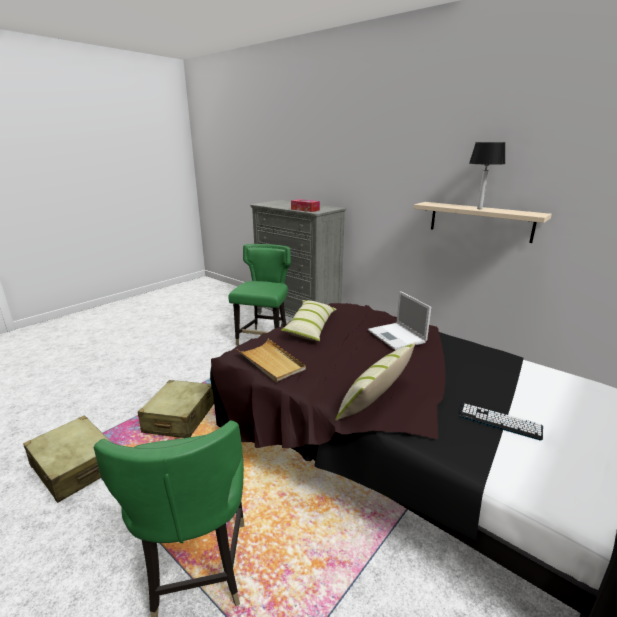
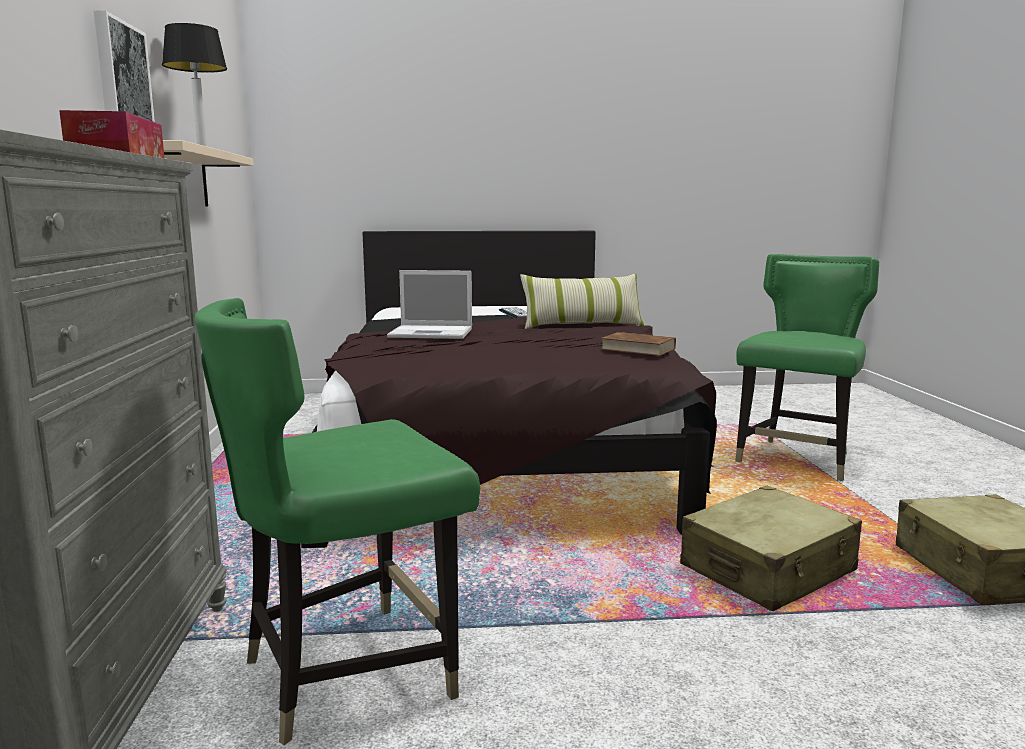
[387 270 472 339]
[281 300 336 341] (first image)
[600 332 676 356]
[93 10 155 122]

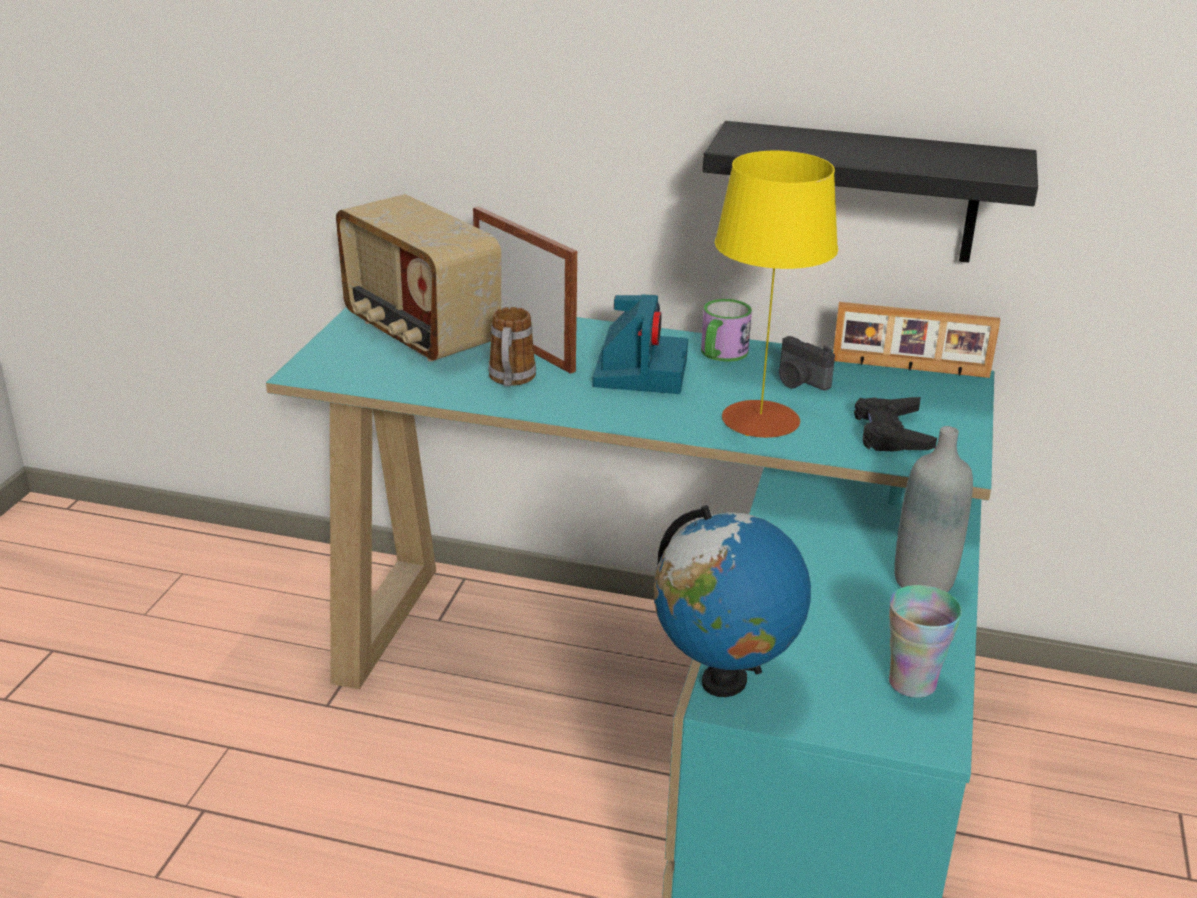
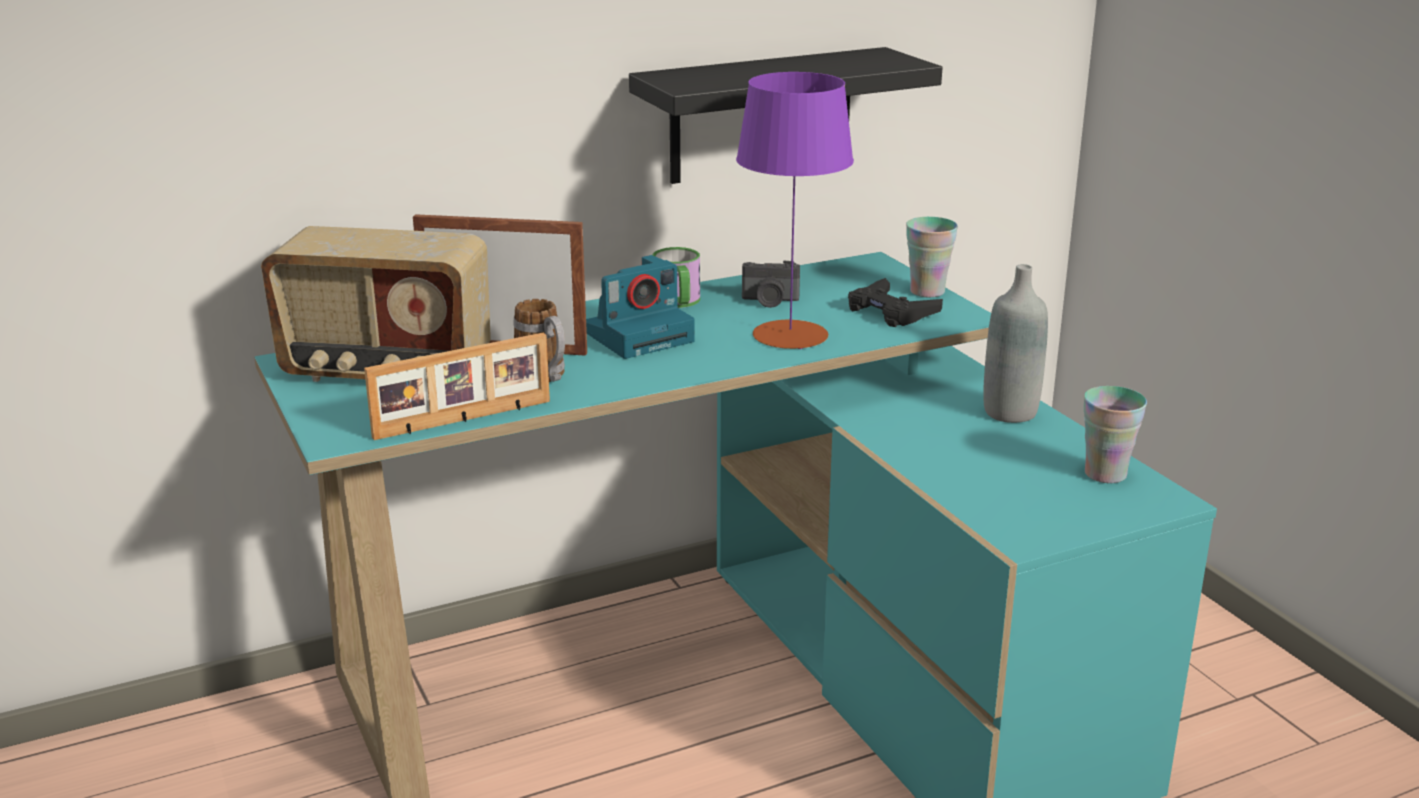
[736 72 854 349]
[586 255 695 359]
[364 332 550 440]
[654 505 811 697] (first image)
[906 217 958 297]

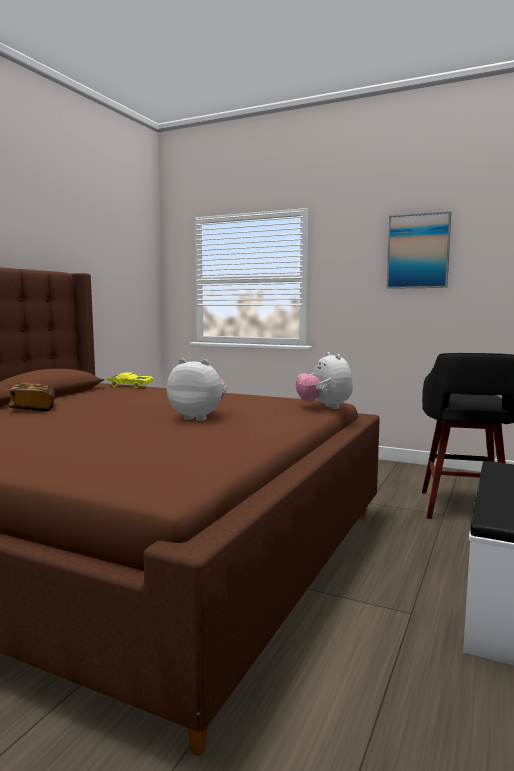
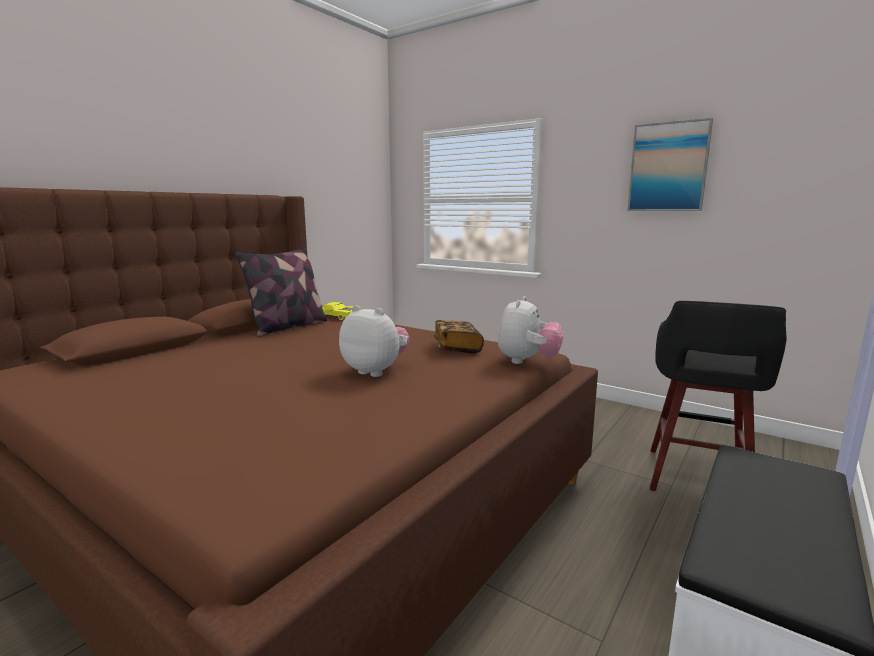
[498 296 563 364]
[434 320 484 353]
[235 248 328 337]

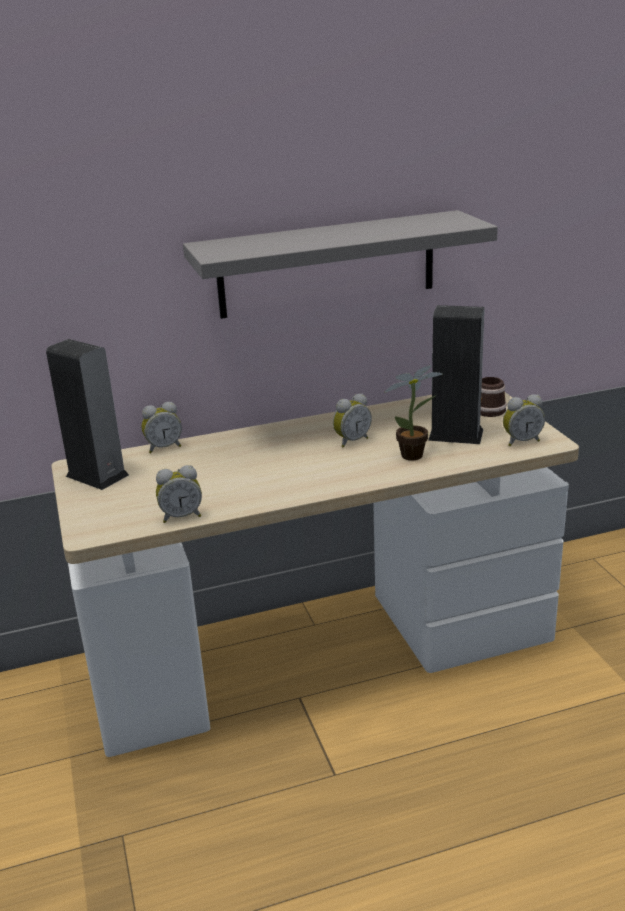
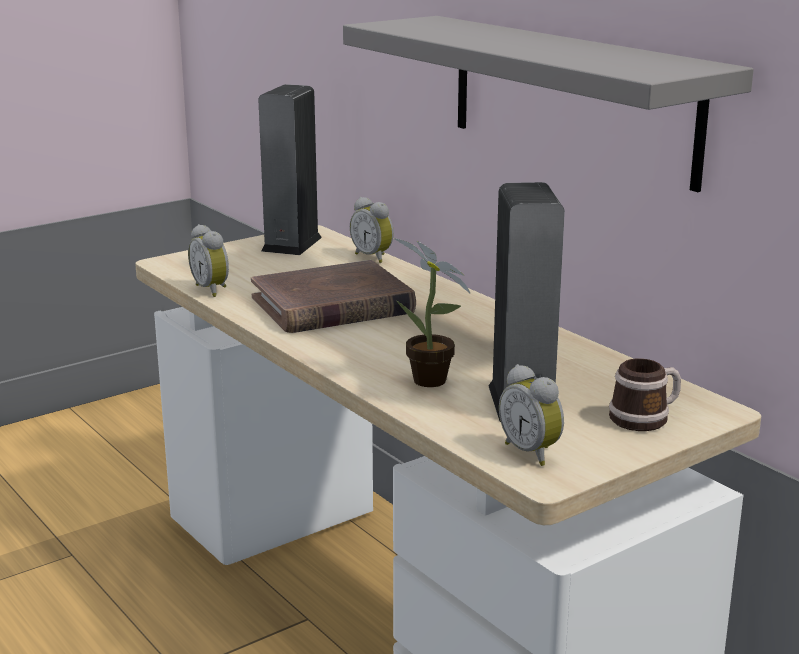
[333 393 372 448] (first image)
[251 260 416 333]

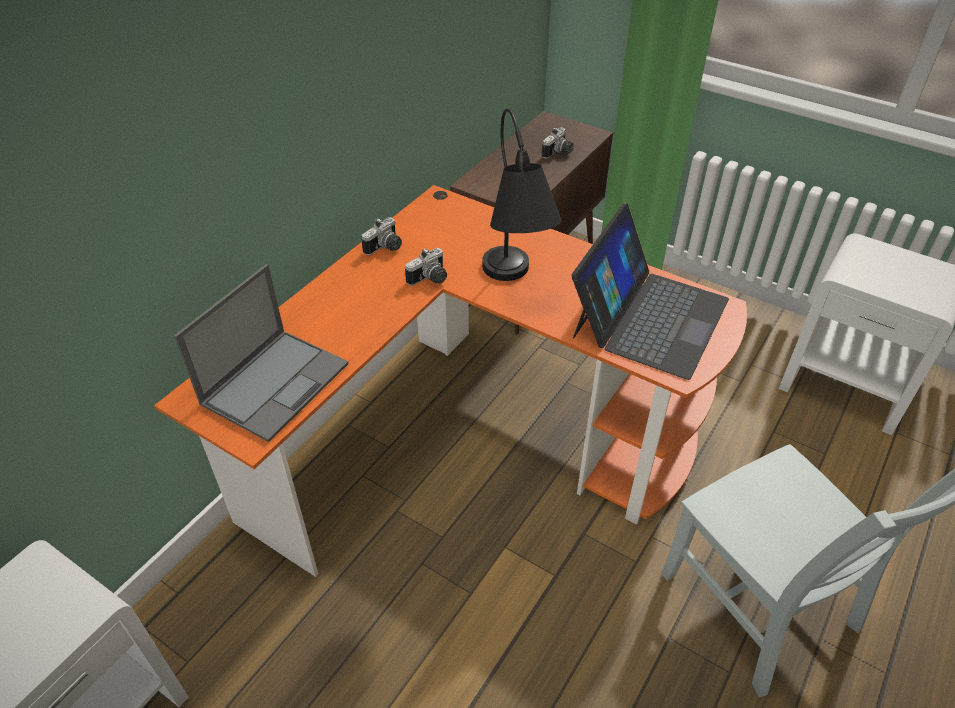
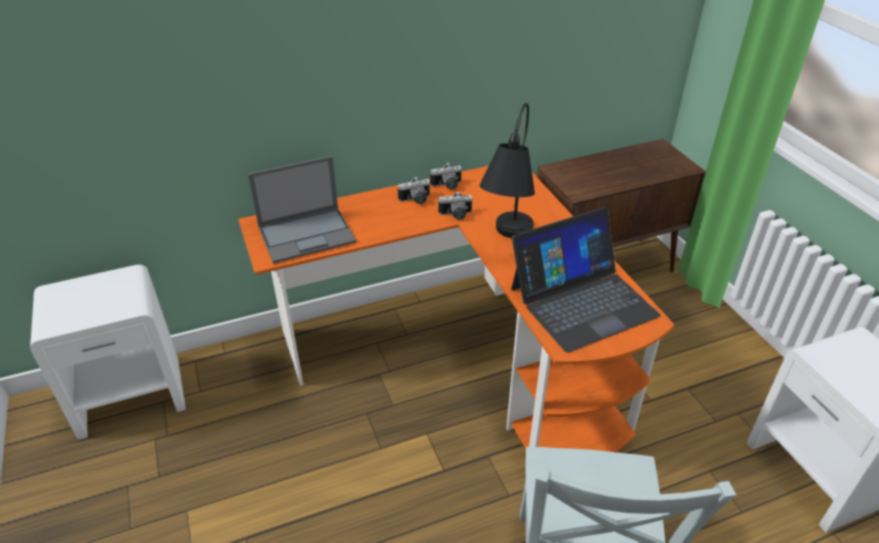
[398 177 430 204]

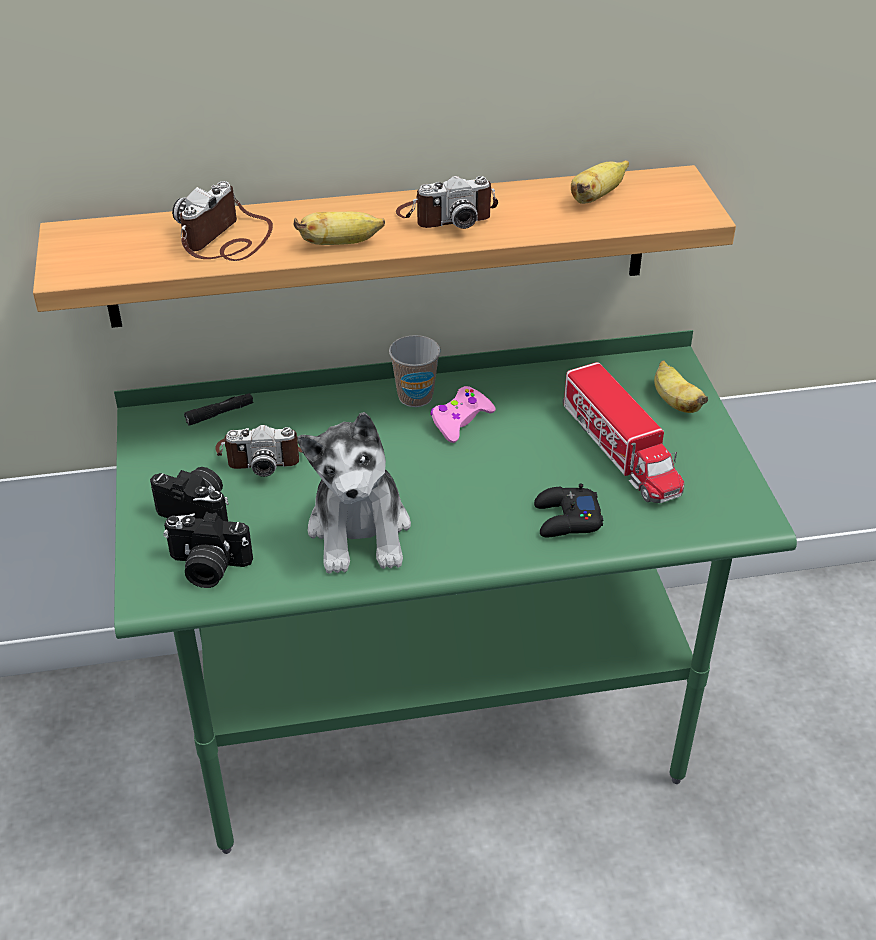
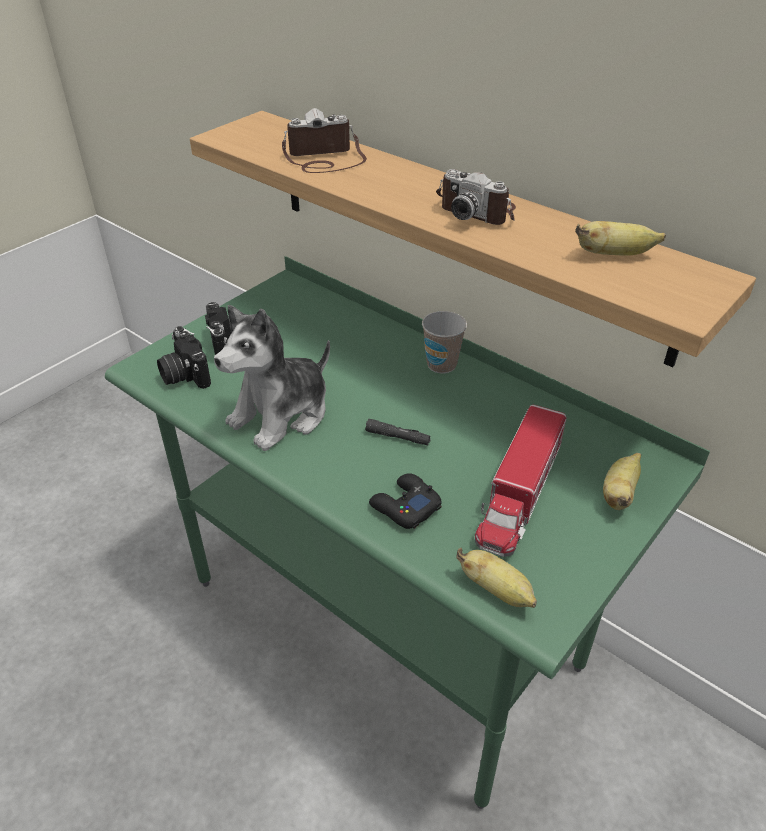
[456 548 537 608]
[430 386 496 443] (first image)
[365 419 431 445]
[216 425 303 477] (first image)

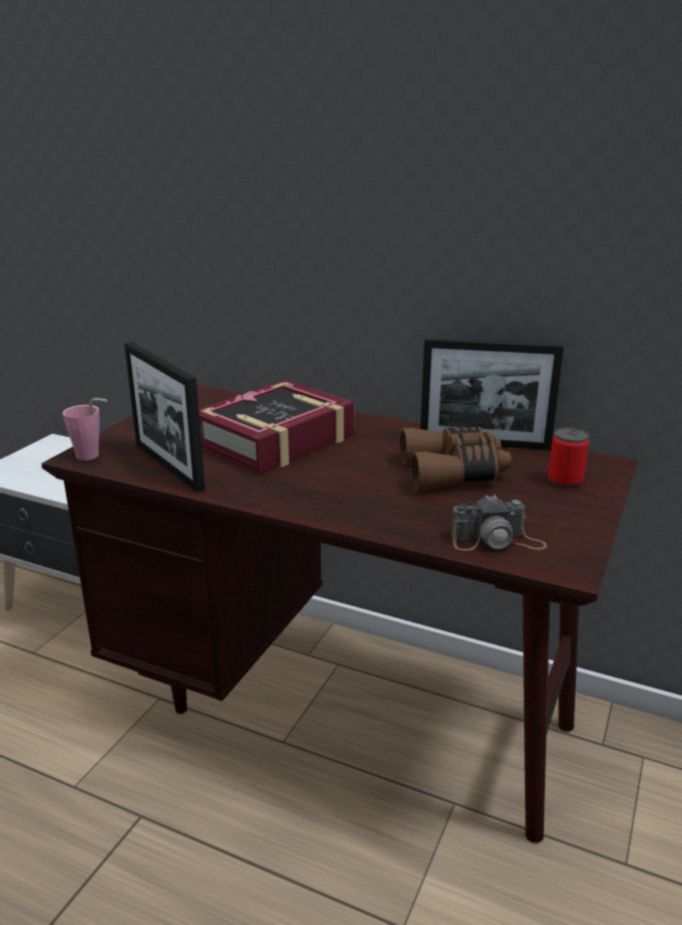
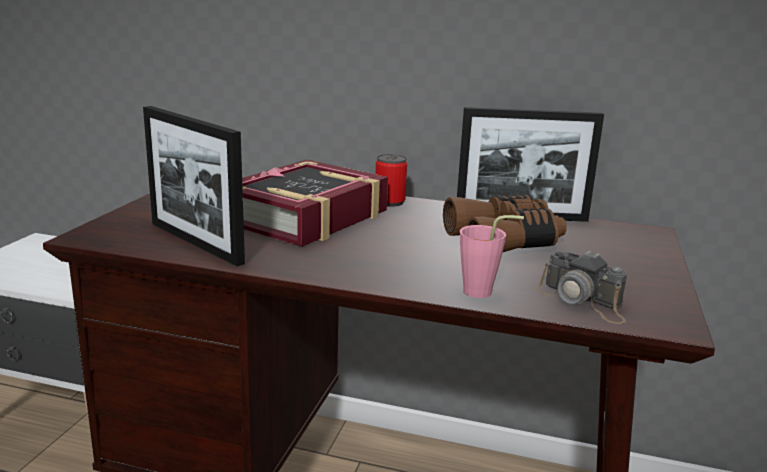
[460 215 524 298]
[375 154 407 207]
[536 251 627 324]

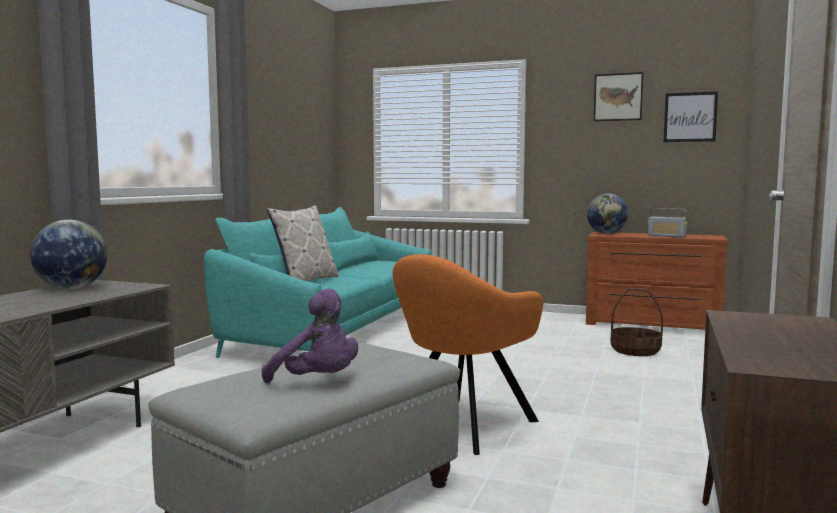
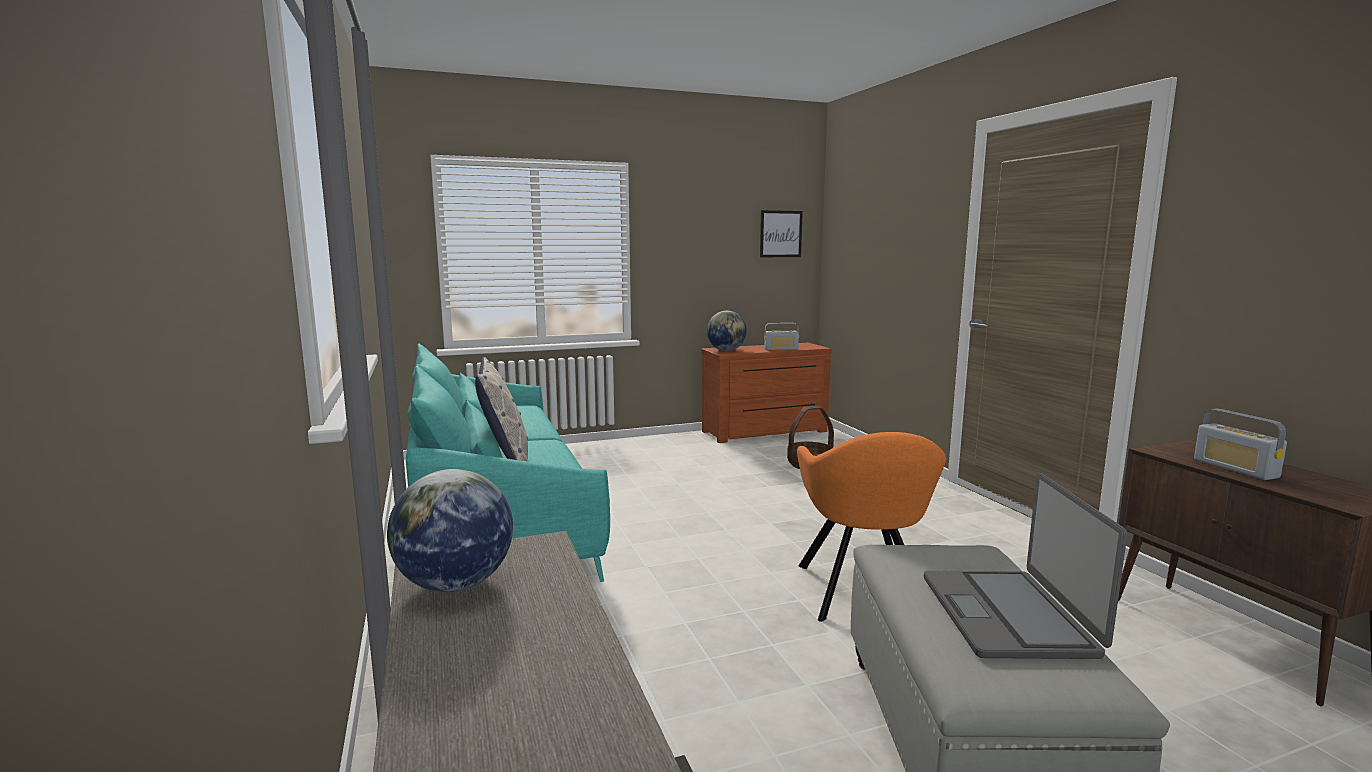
[594 72 643 121] (first image)
[924 473 1127 659]
[1194 409 1287 480]

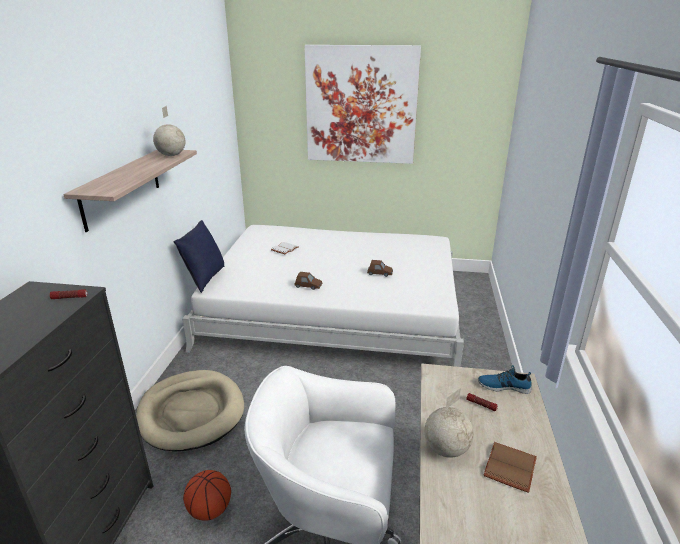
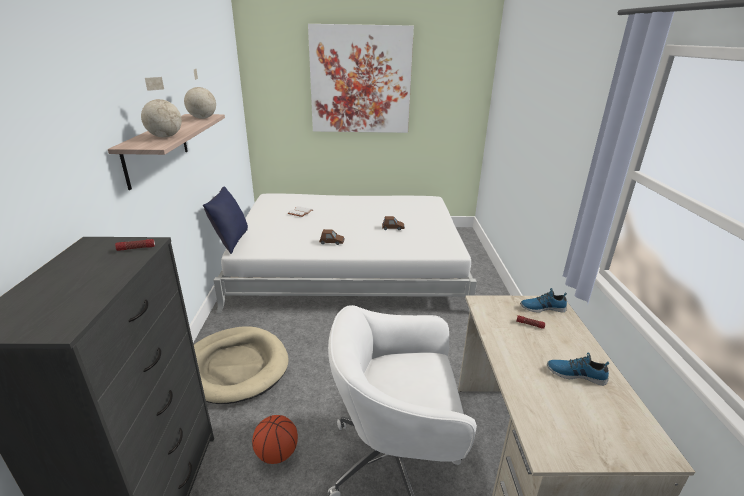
[141 77 182 138]
[547 352 609 386]

